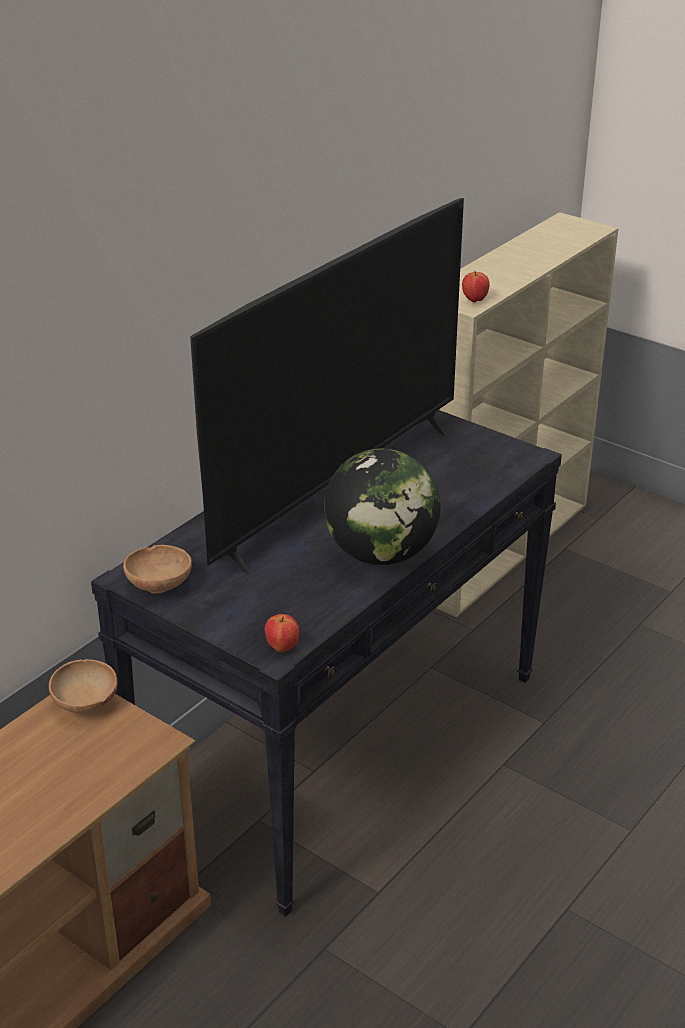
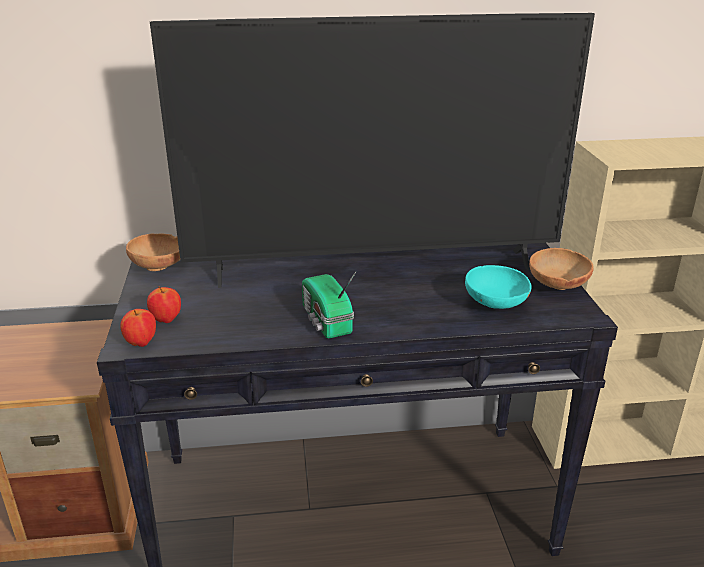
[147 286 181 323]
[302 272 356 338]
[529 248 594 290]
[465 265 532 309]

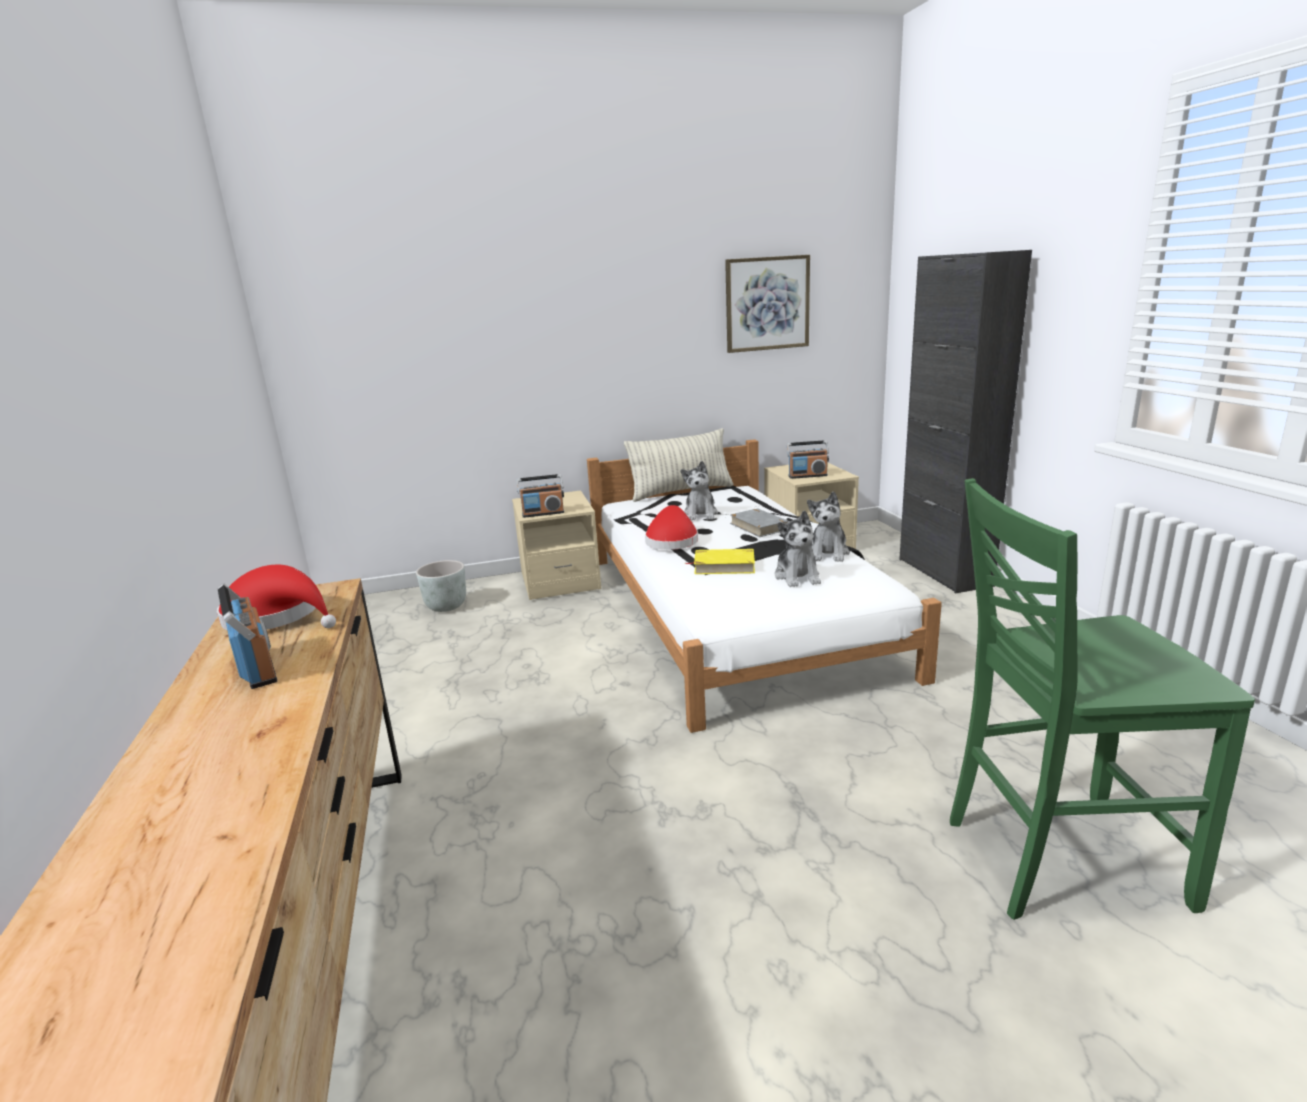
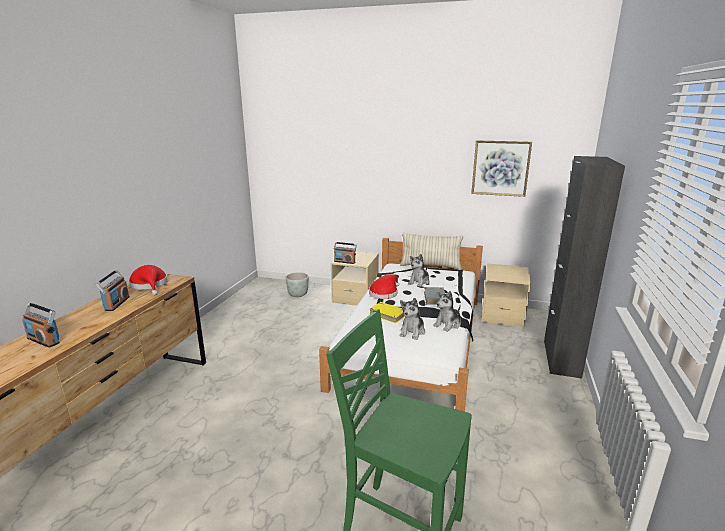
[22 303 60 348]

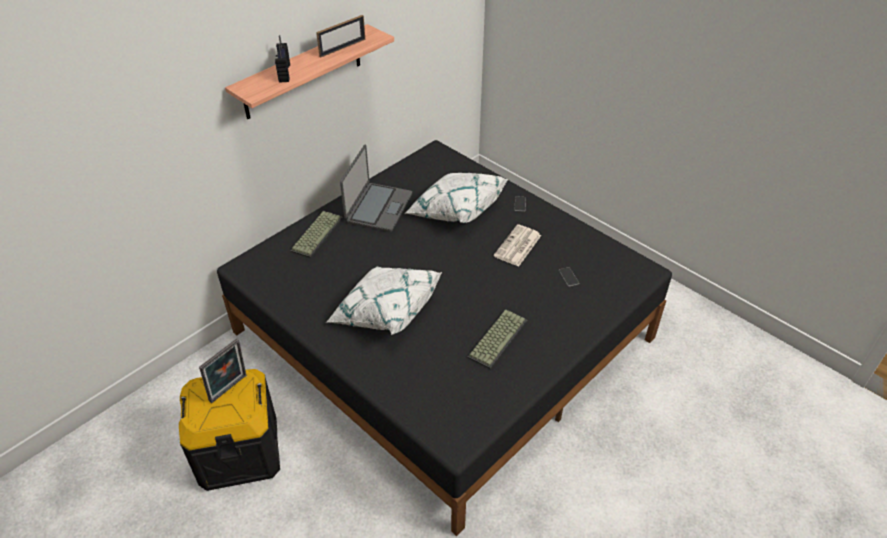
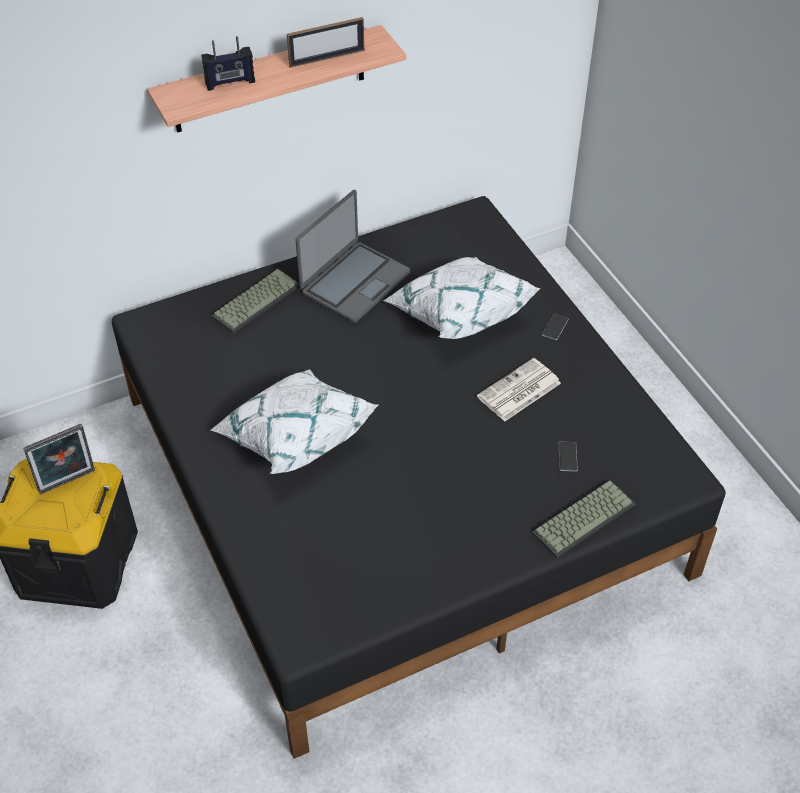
[201 36 255 91]
[532 480 635 558]

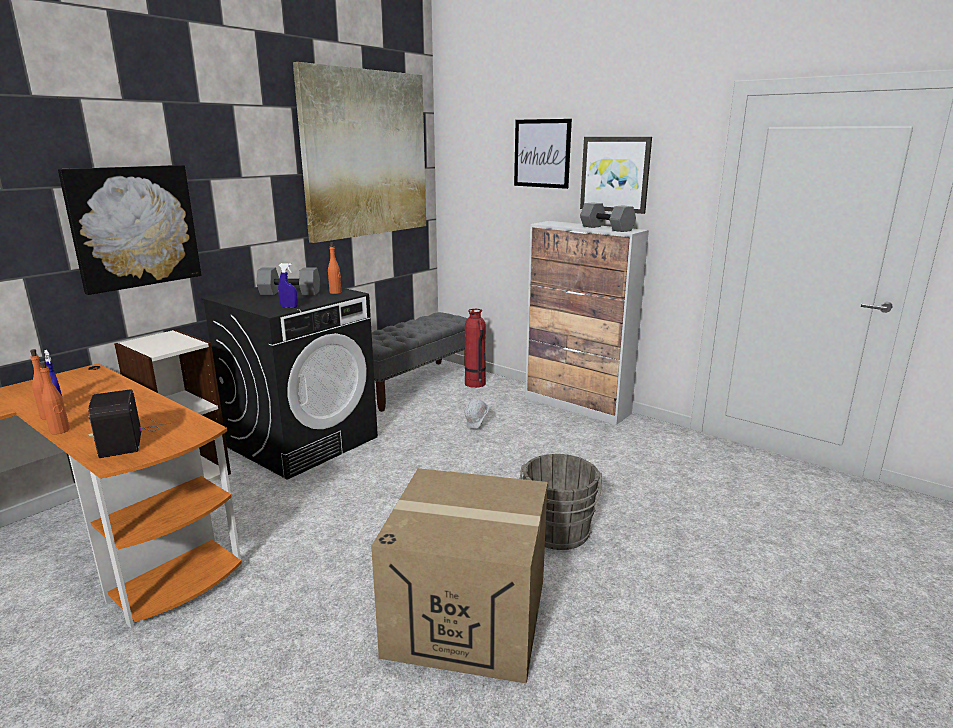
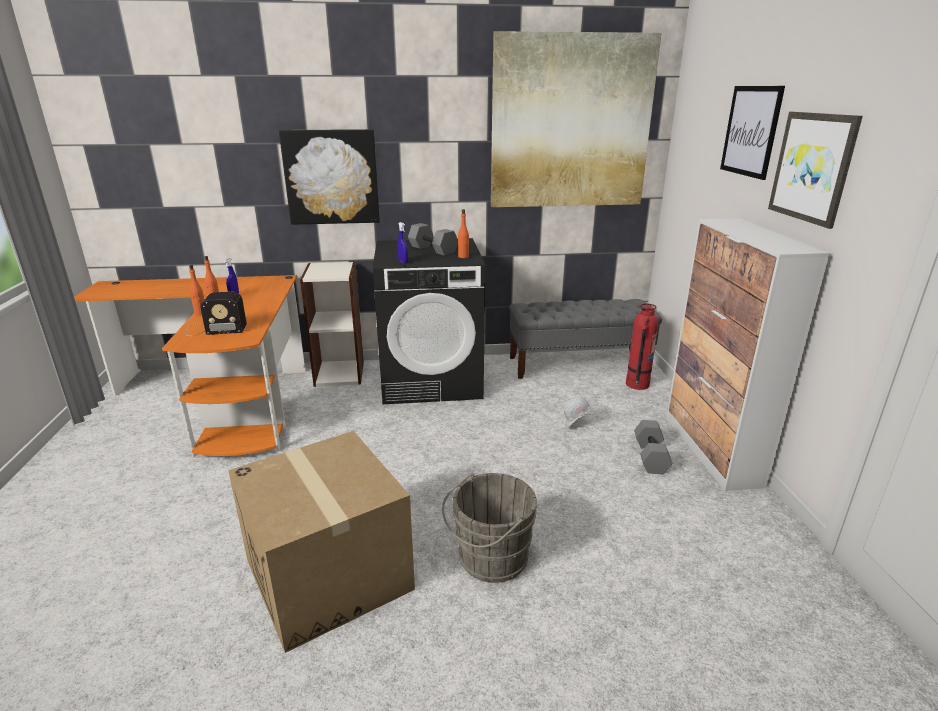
[634 420 672 474]
[186 292 247 336]

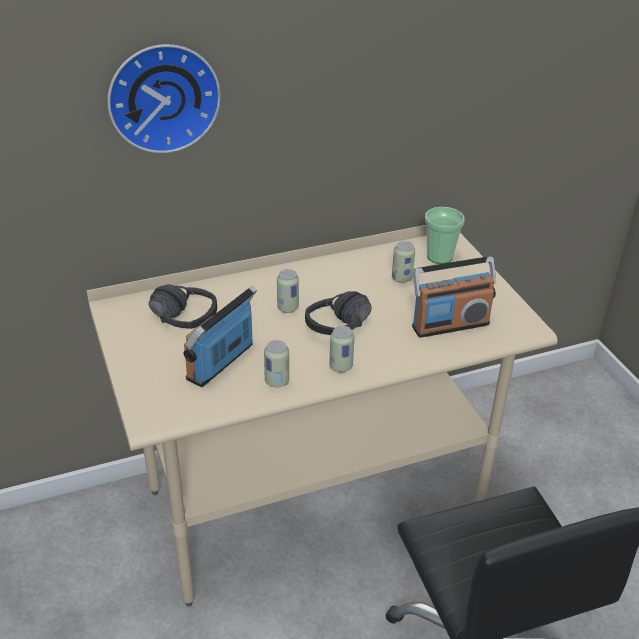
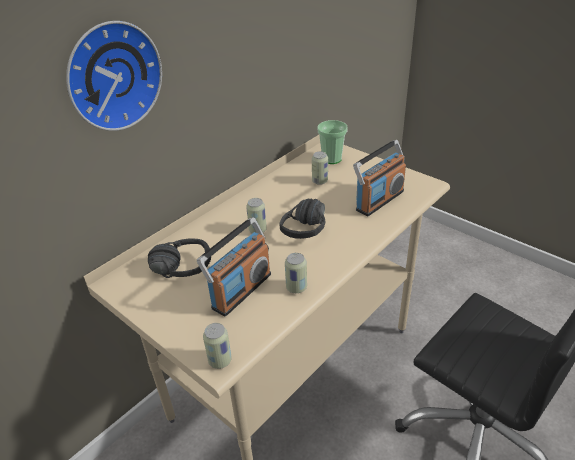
[197 217 271 316]
[203 323 232 369]

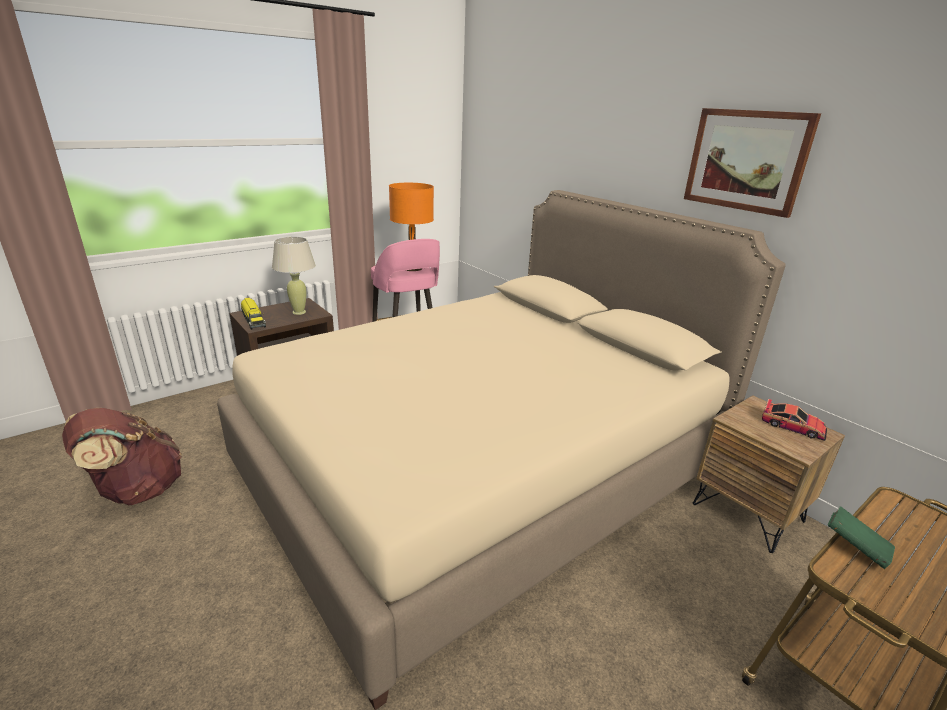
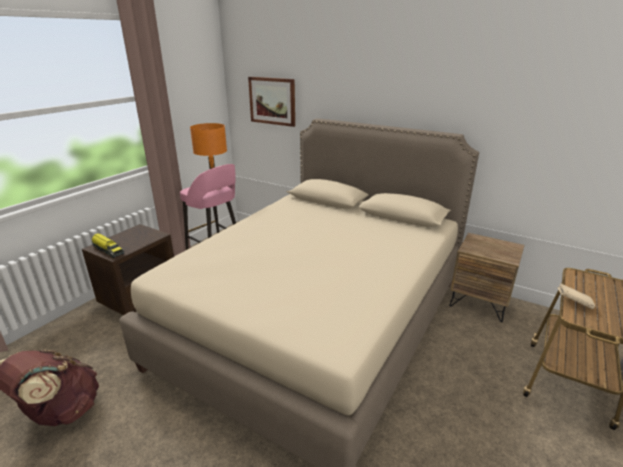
[248 77 295 127]
[272 236 316 315] (first image)
[762 399 827 441] (first image)
[558 283 595 309]

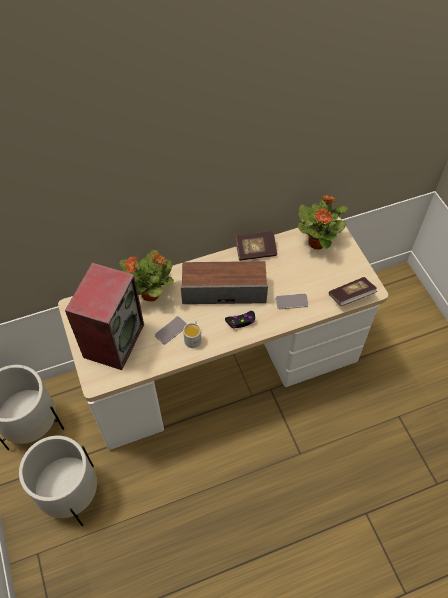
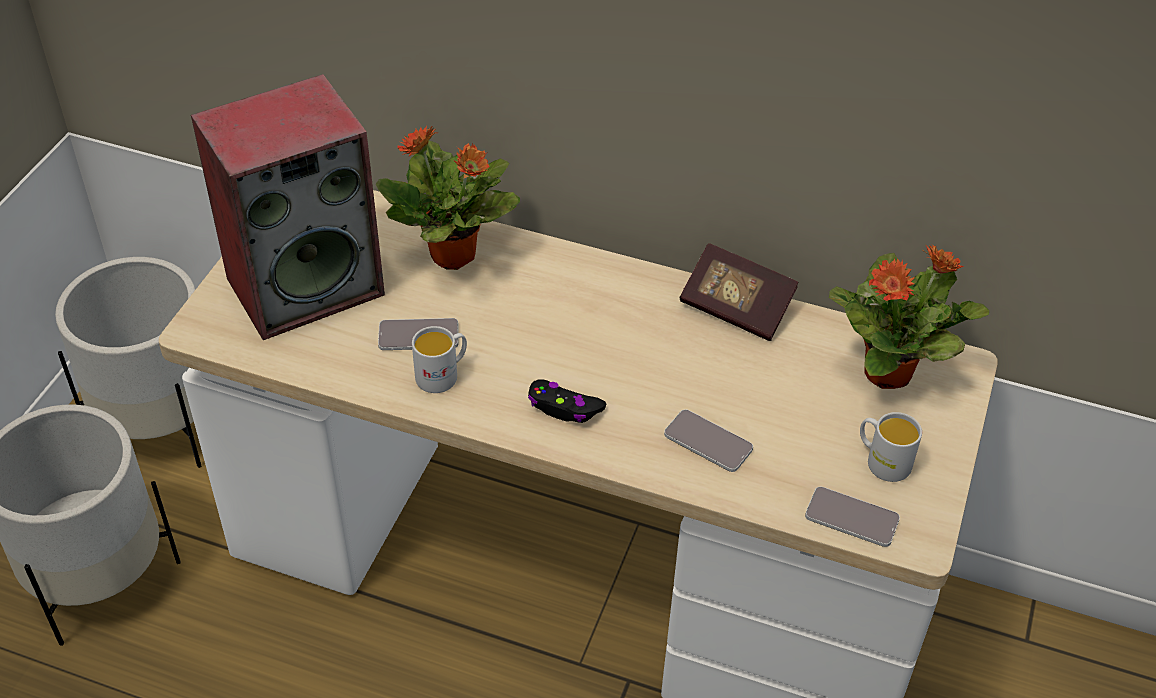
[181 261 268 304] (first image)
[805 487 900 547]
[860 412 922 482]

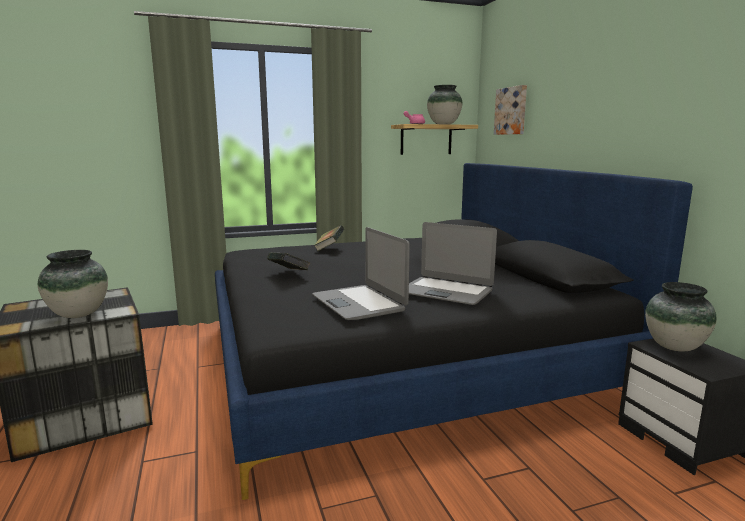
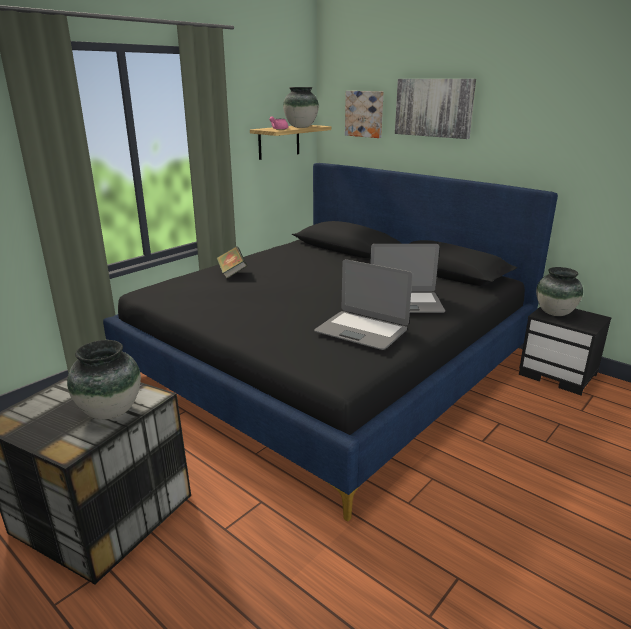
[267 252 310 270] (first image)
[395 79 476 139]

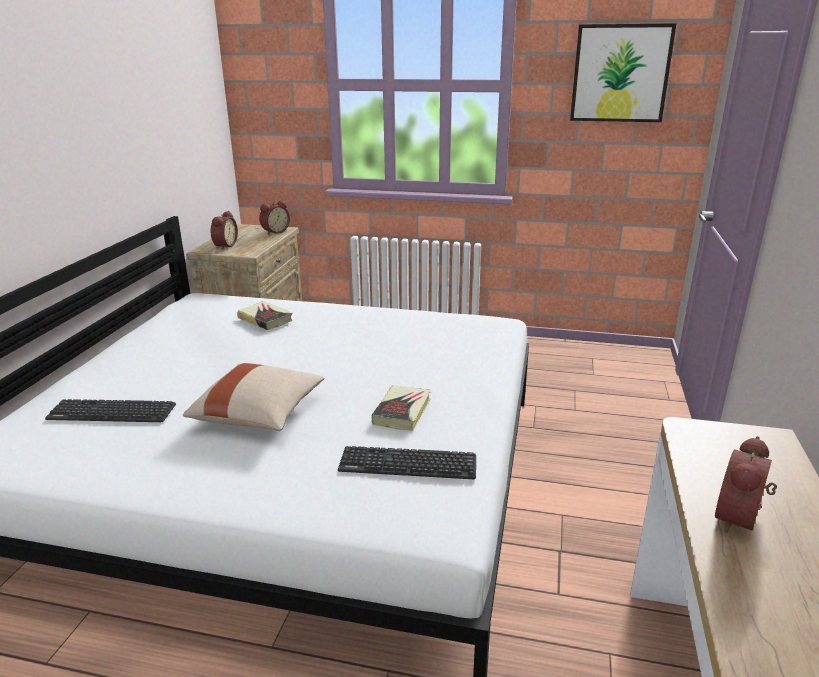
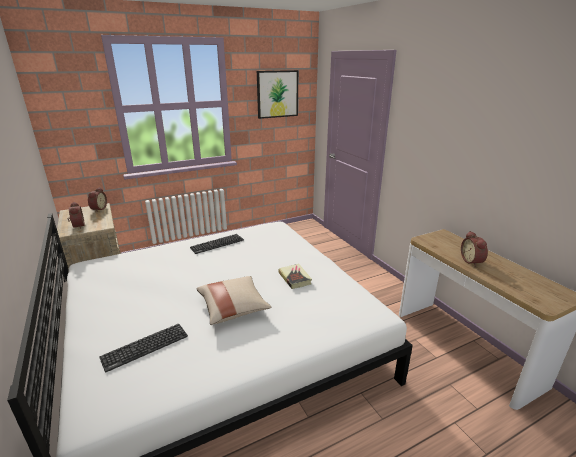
[237 301 292 330] (first image)
[190 234 244 254]

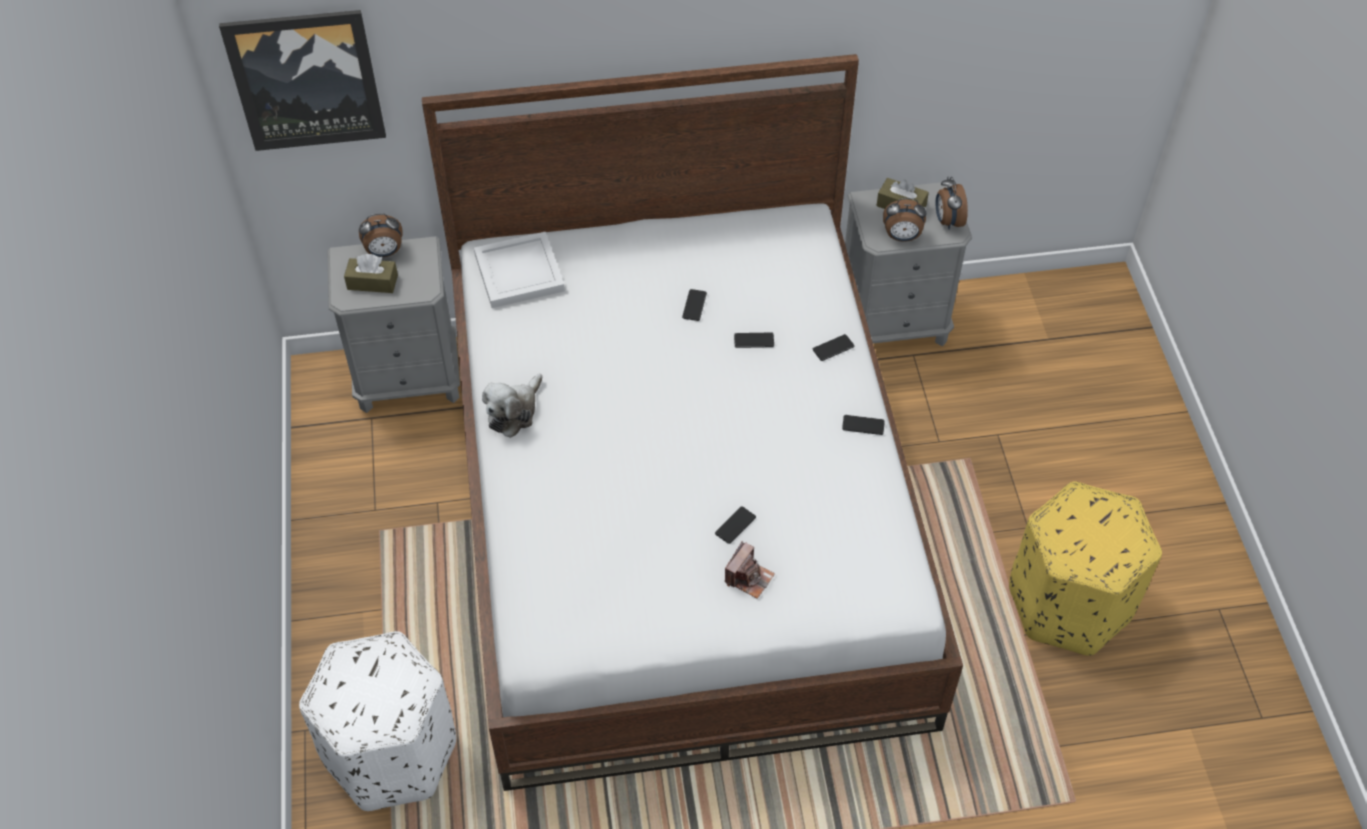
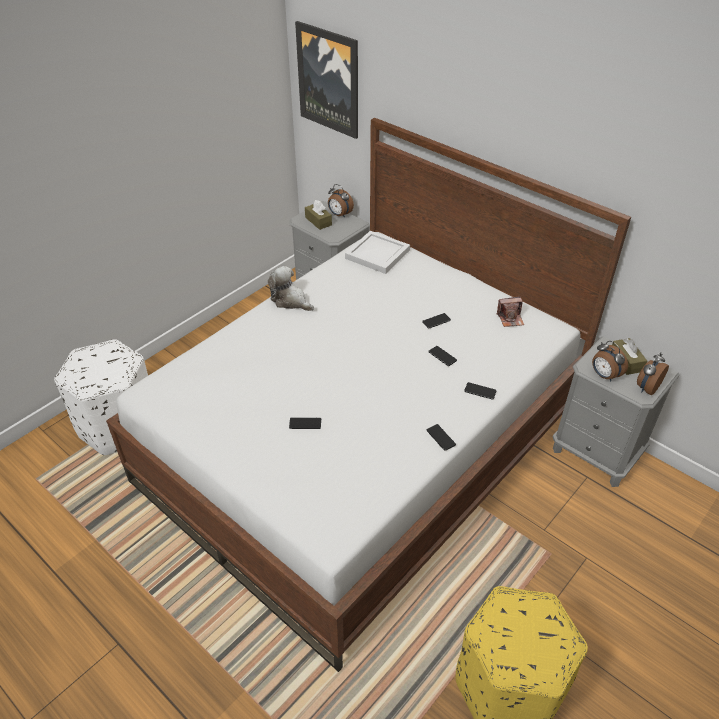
[268 266 314 311]
[496 296 524 327]

